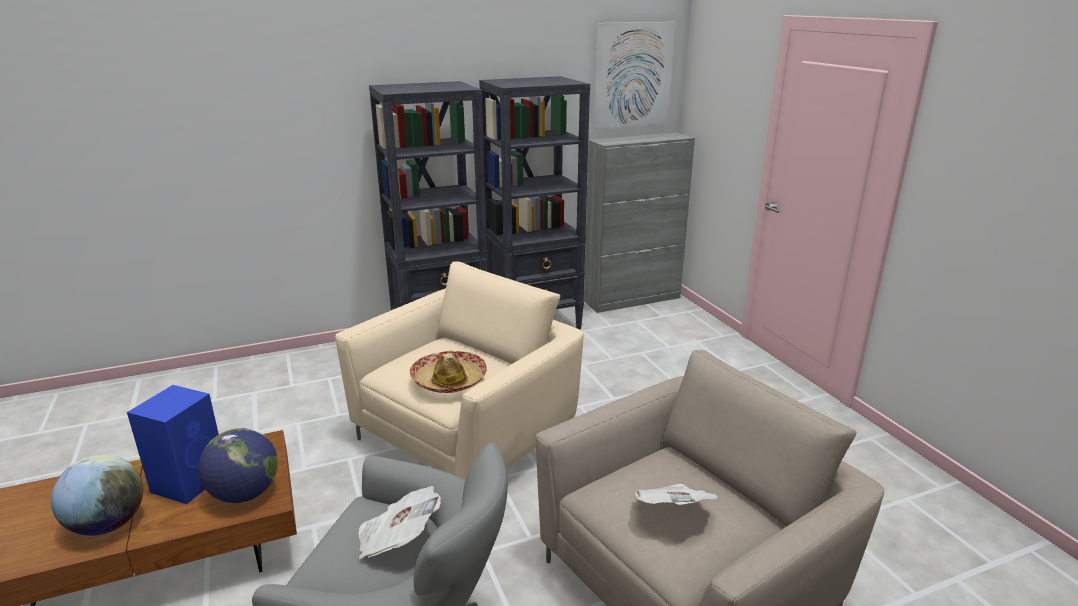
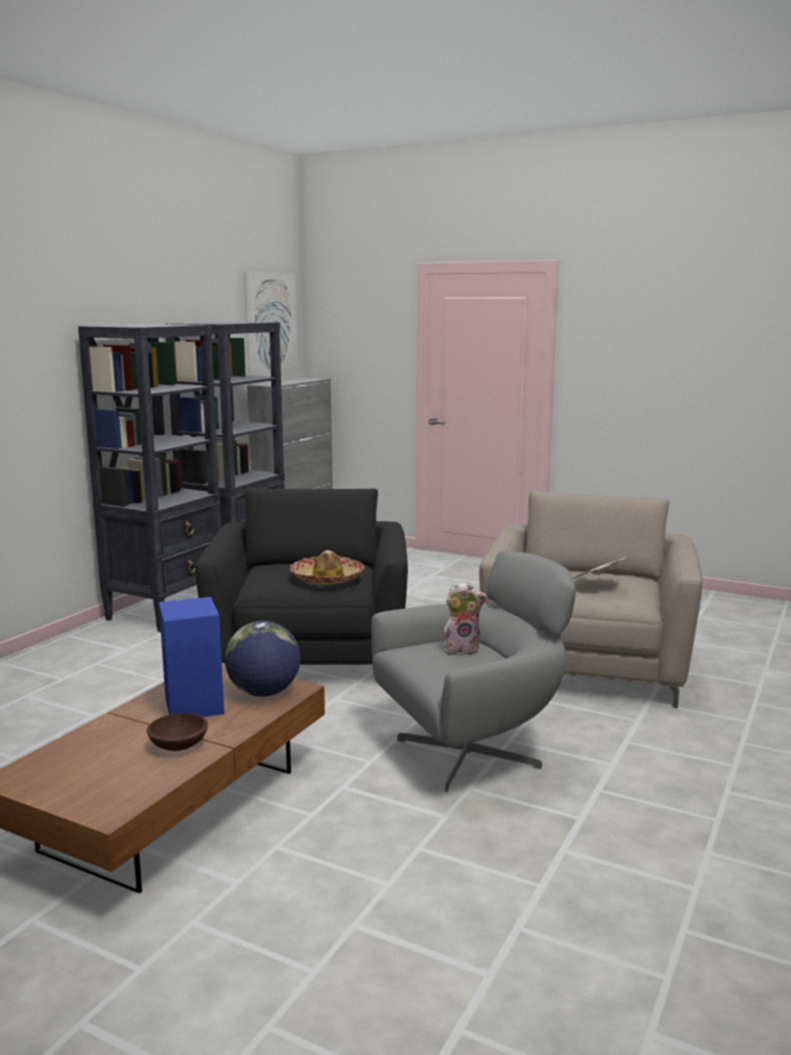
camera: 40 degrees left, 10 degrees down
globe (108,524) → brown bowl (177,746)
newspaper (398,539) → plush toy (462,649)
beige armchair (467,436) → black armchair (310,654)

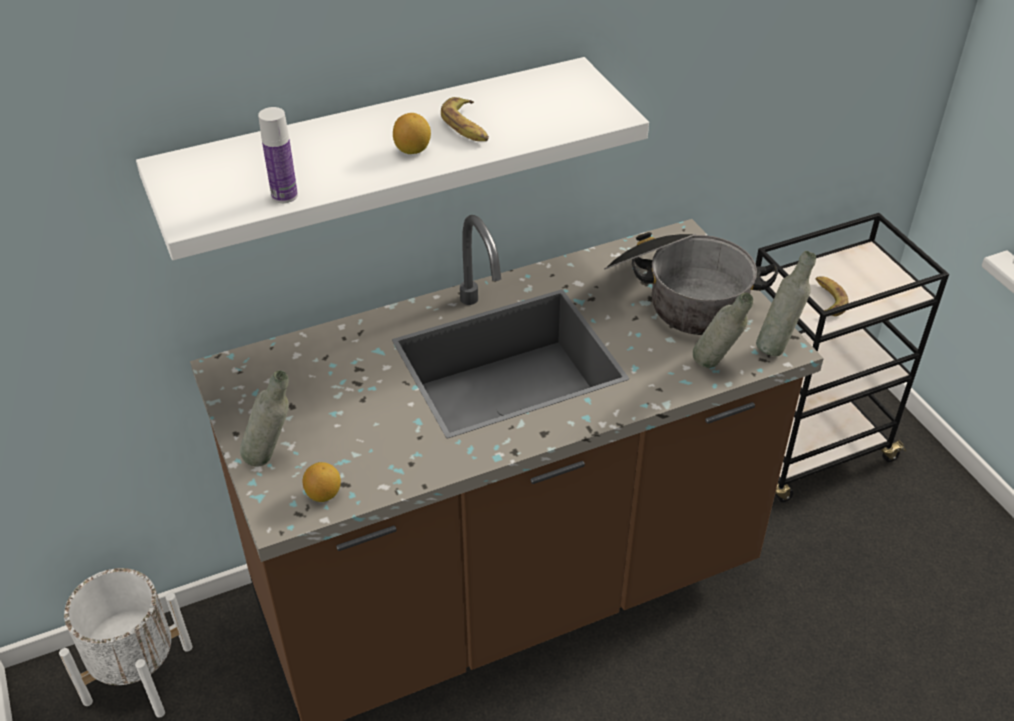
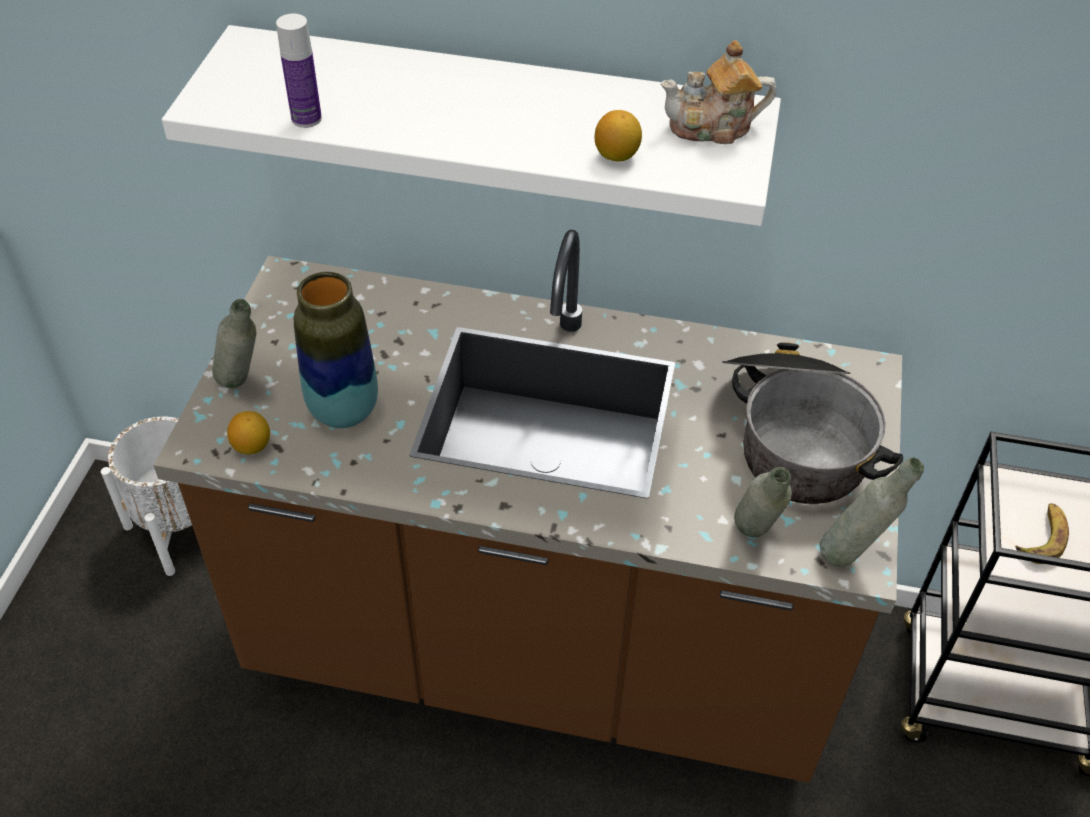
camera: 35 degrees right, 5 degrees up
banana (467,127) → -
- → vase (344,411)
- → teapot (713,127)
lemon (412,150) → lemon (617,155), shifted

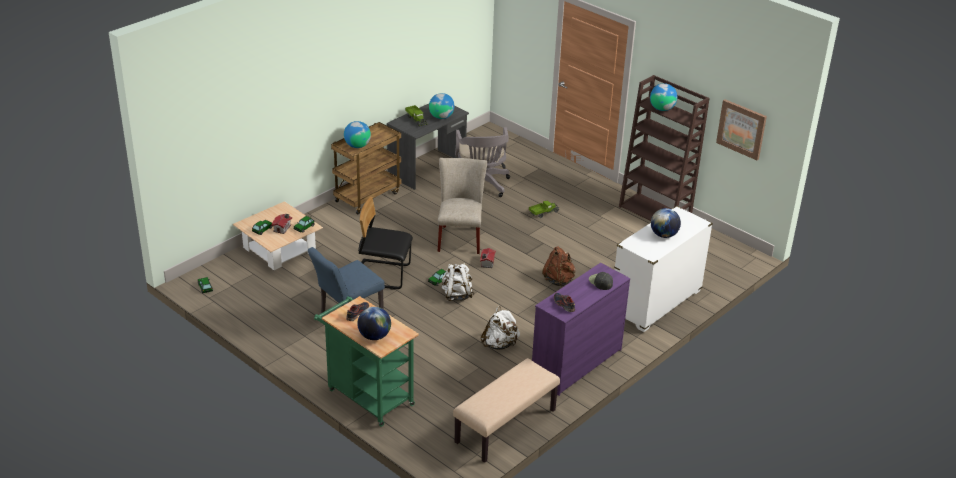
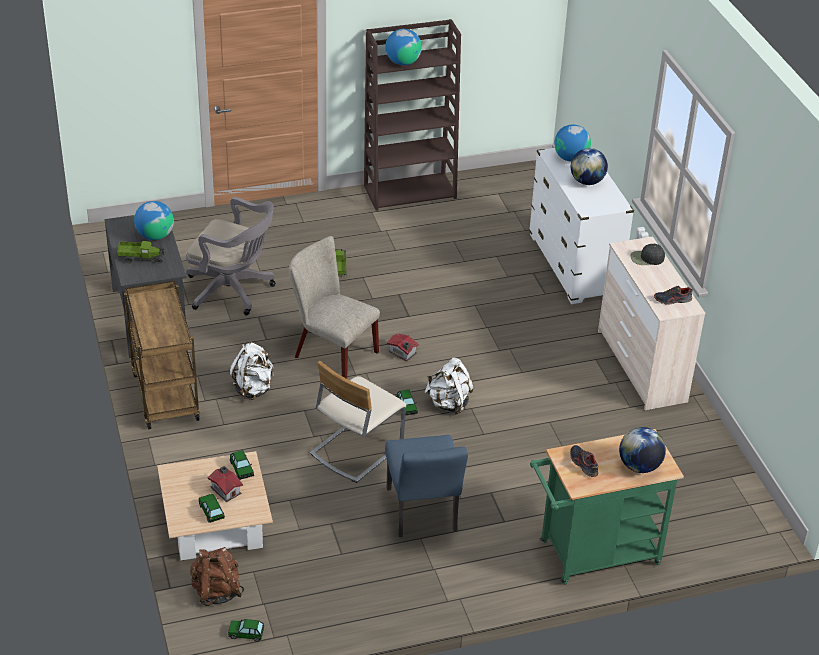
camera: 60 degrees left, 5 degrees up
beige bench (506,427) → -
picture (741,129) → -
globe (357,146) → globe (570,158), shifted
white backpack (500,344) → white backpack (253,389), shifted
brown backpack (559,280) → brown backpack (216,591), shifted
black chair (382,275) → beige chair (356,449)
purple dresser (576,364) → beige dresser (640,367)

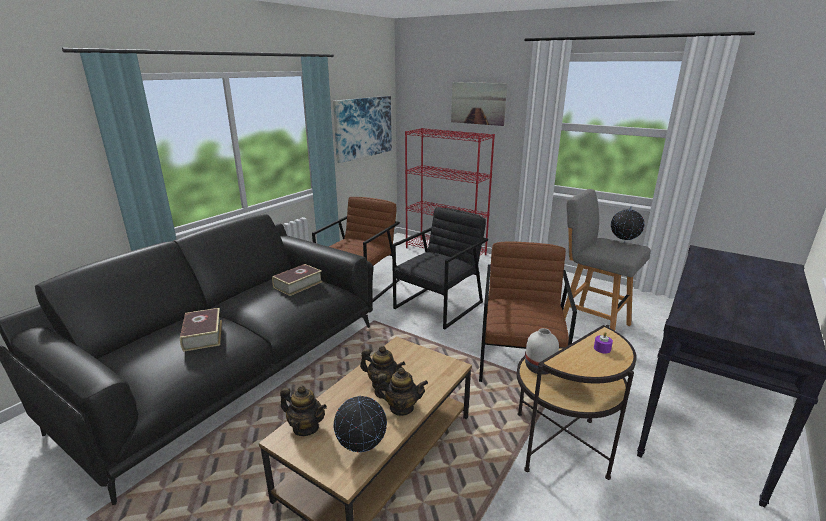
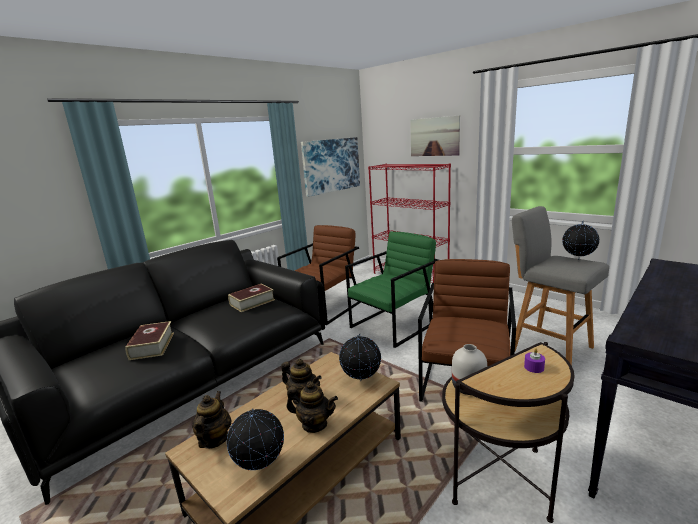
camera: 10 degrees right, 5 degrees down
- → globe (361,380)
black armchair (439,305) → green armchair (394,325)
teapot (306,427) → teapot (214,439), 120 degrees counterclockwise

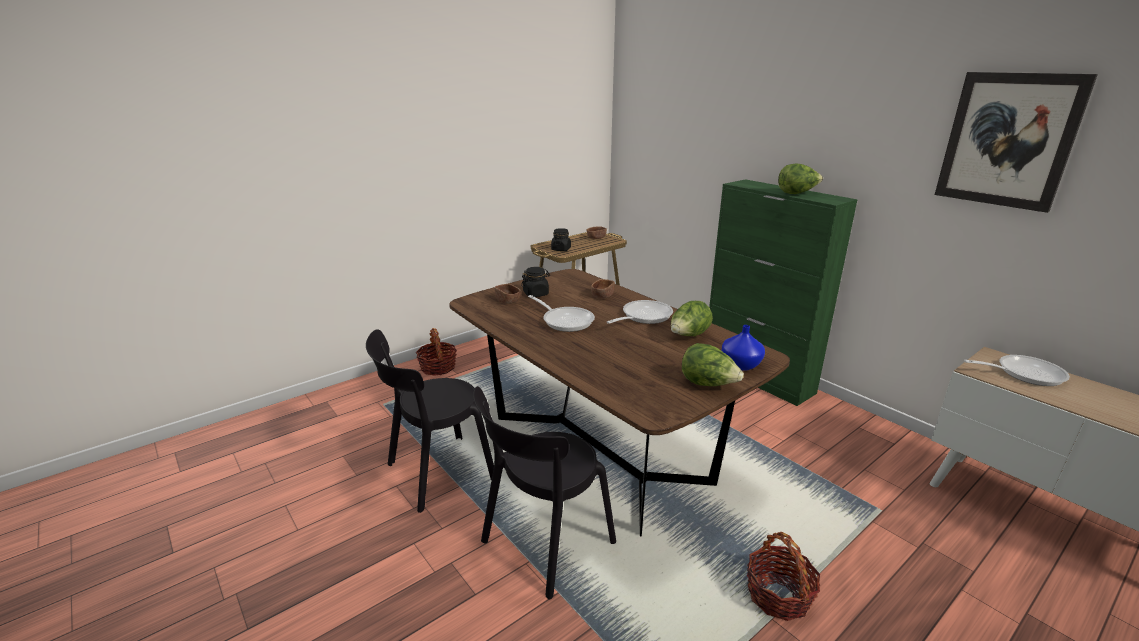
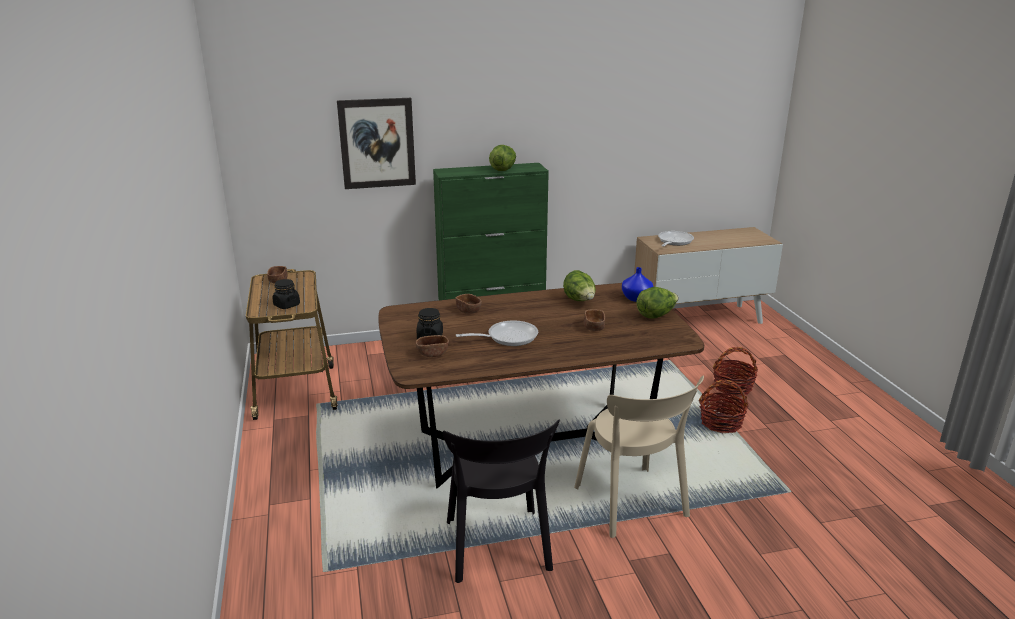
camera: 65 degrees left, 0 degrees up
frying pan (643,316) → -
- → brown bowl (594,327)
basket (438,367) → basket (732,387), shifted
picture (1008,140) → picture (377,143), shifted
black chair (543,545) → beige chair (633,504)

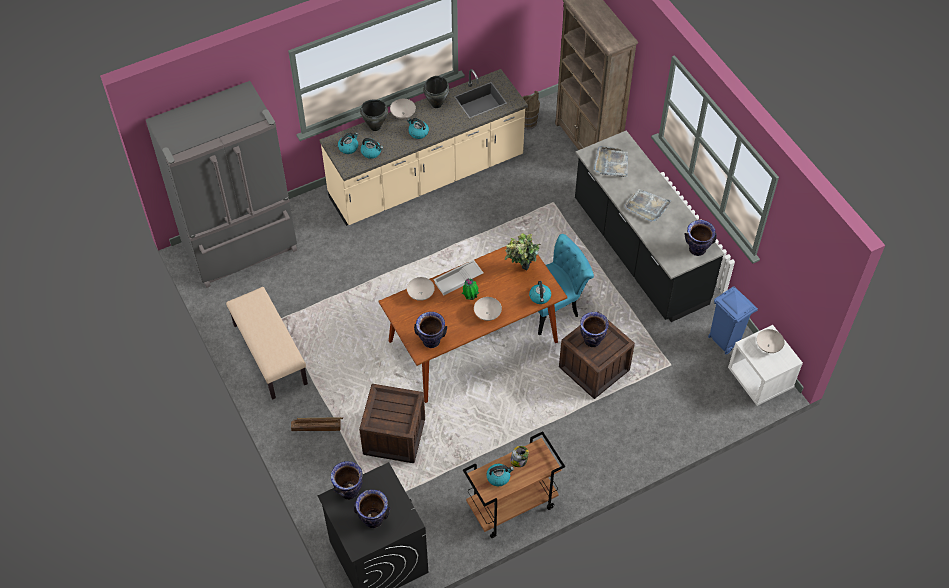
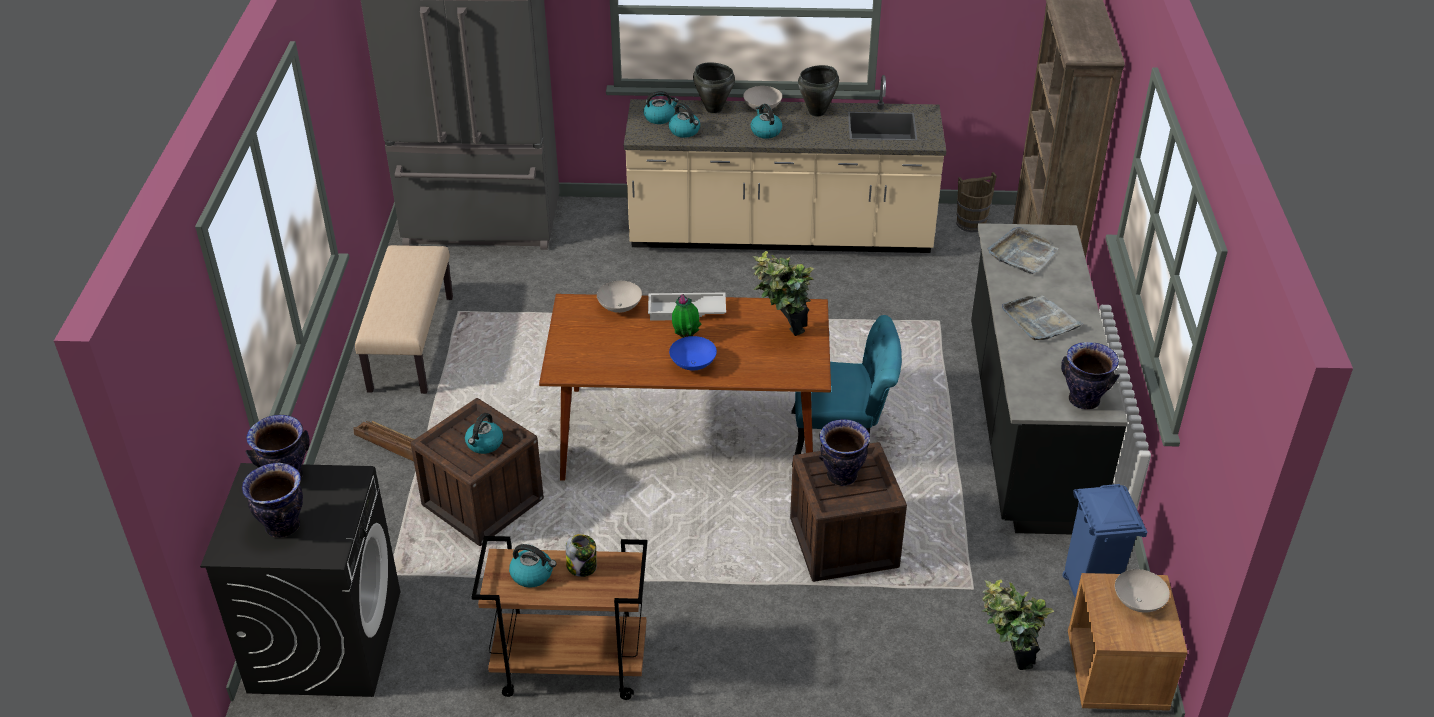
camera: 30 degrees right, 15 degrees down
vase (431,341) → -
- → potted plant (1005,666)
kettle (540,297) → kettle (484,444), shifted
white bowl (488,314) → blue bowl (693,365)
white nightstand (760,379) → brown nightstand (1116,674)

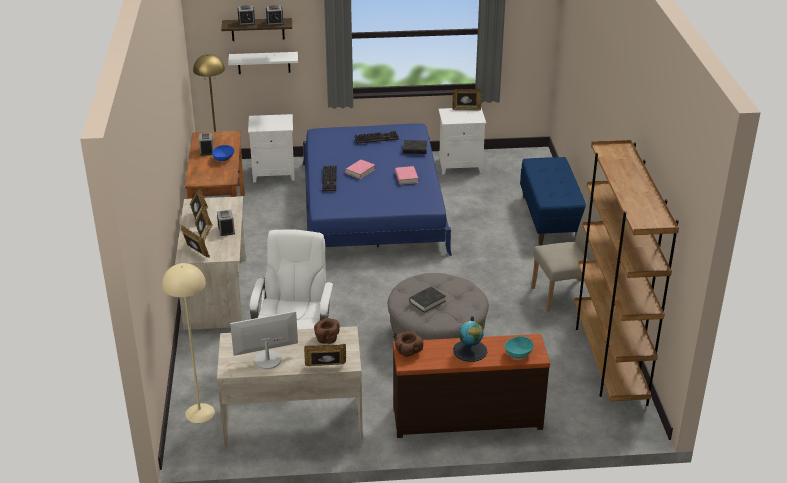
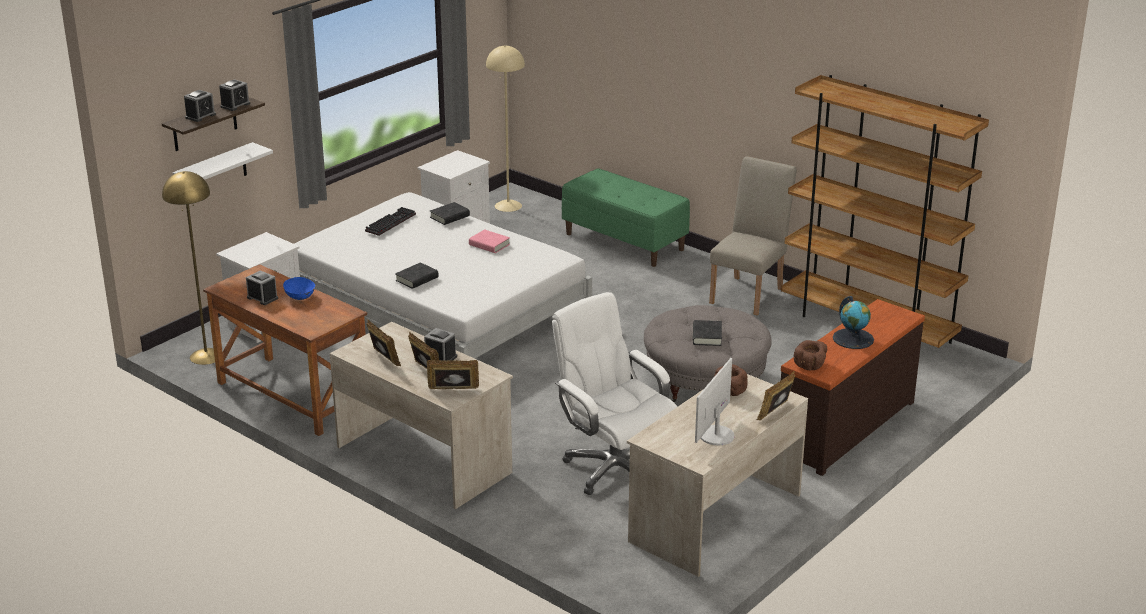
camera: 45 degrees left, 5 degrees down
pink book (360,171) → -
picture frame (466,109) → -
turquoise bowl (518,354) → -
beige floor lamp (200,413) → beige floor lamp (508,205), shifted
keyboard (330,180) → black book (417,279)
blue bed (372,207) → white bed (437,306)
blue bench (550,219) → green bench (625,242)

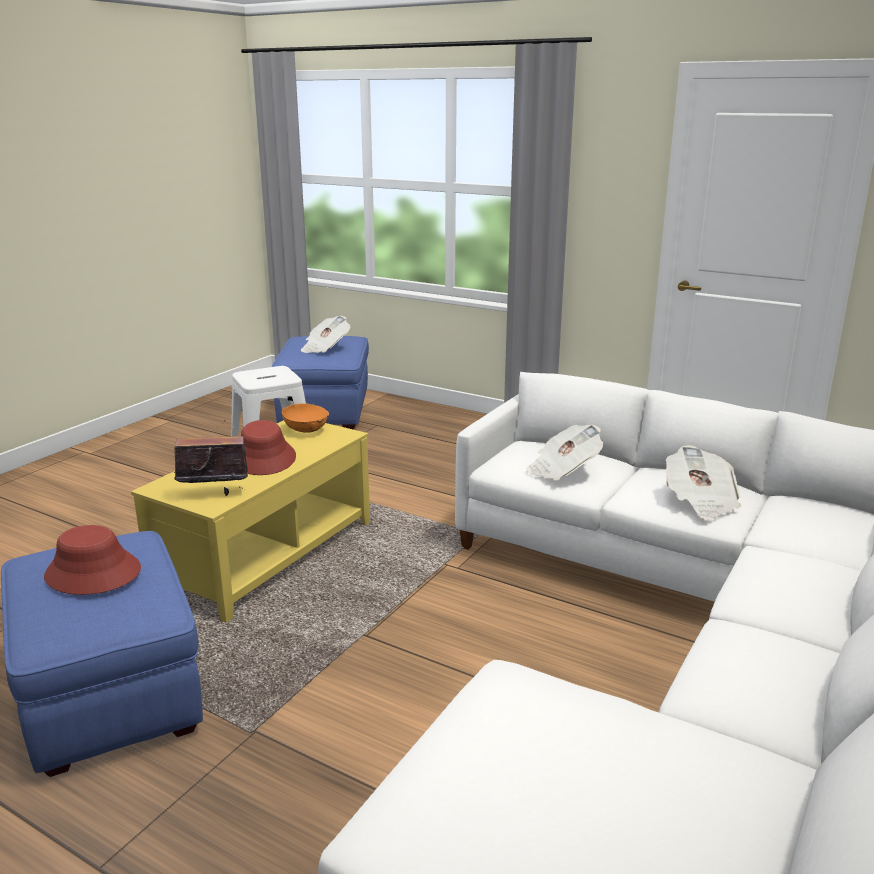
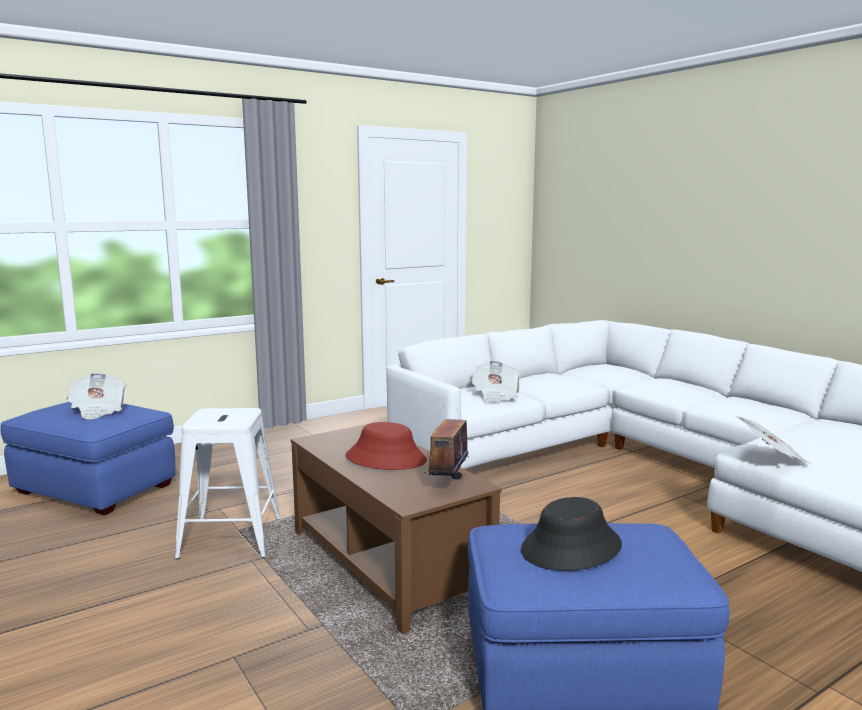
camera: 65 degrees left, 10 degrees down
orange bowl (307,430) → -
newspaper (700,501) → newspaper (771,457), shifted
red hat (92,573) → black hat (571,548)
yellow coffee table (267,555) → brown coffee table (388,563)

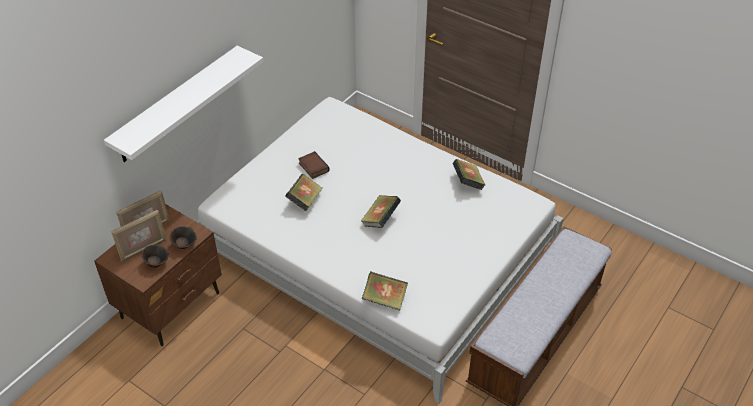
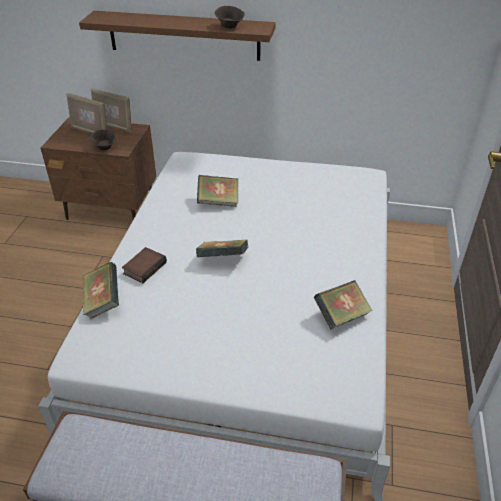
camera: 65 degrees right, 5 degrees down
brown bowl (156,262) → brown bowl (230,27), shifted
book (312,167) → book (144,267), shifted
white shelf (177,104) → brown shelf (184,35)

